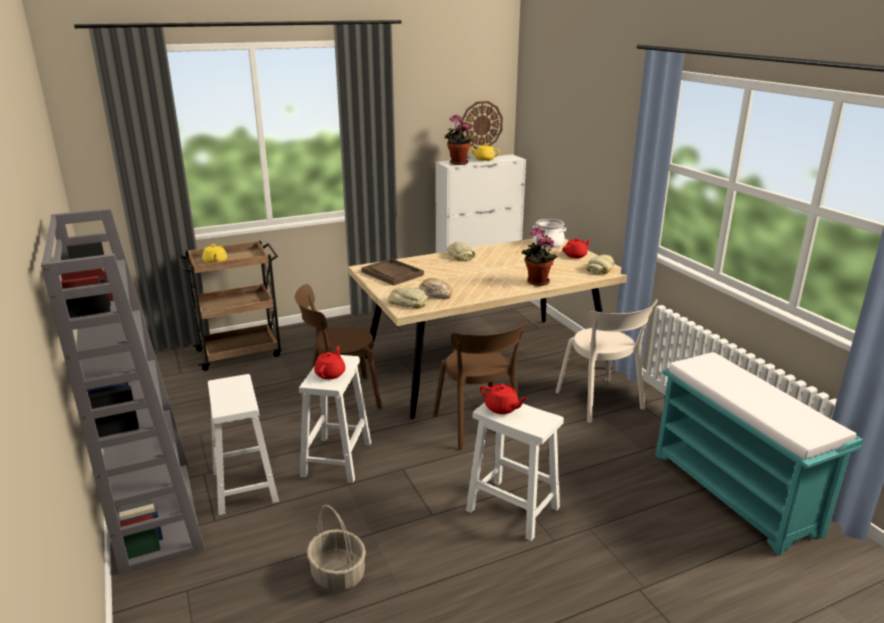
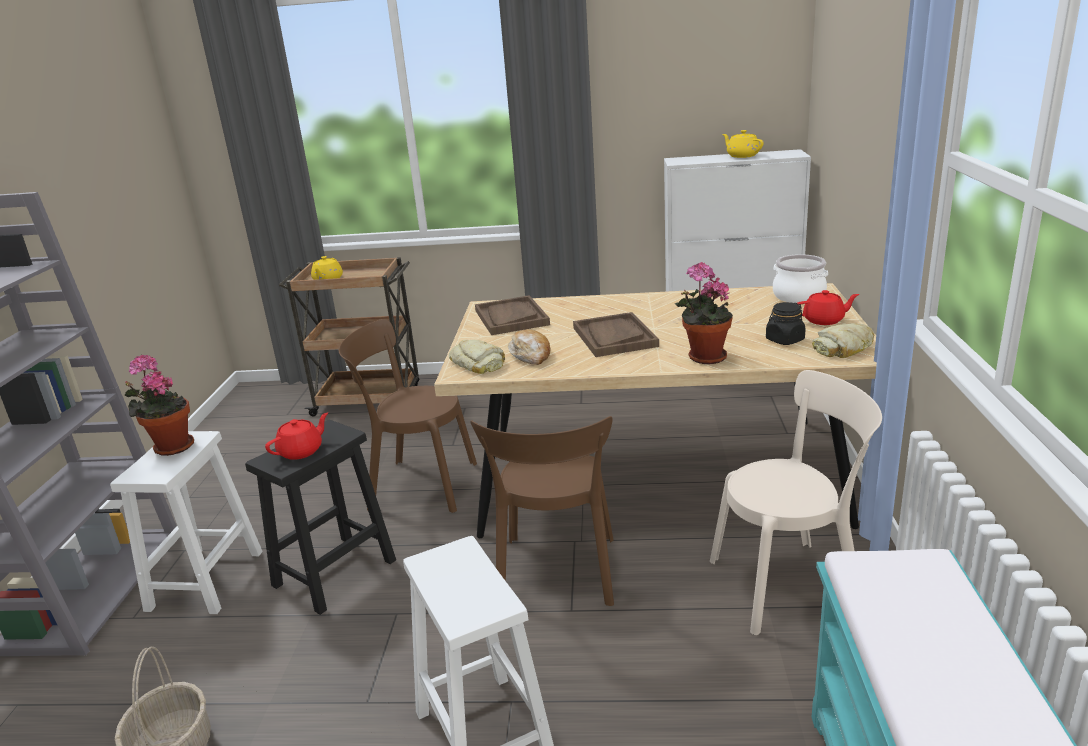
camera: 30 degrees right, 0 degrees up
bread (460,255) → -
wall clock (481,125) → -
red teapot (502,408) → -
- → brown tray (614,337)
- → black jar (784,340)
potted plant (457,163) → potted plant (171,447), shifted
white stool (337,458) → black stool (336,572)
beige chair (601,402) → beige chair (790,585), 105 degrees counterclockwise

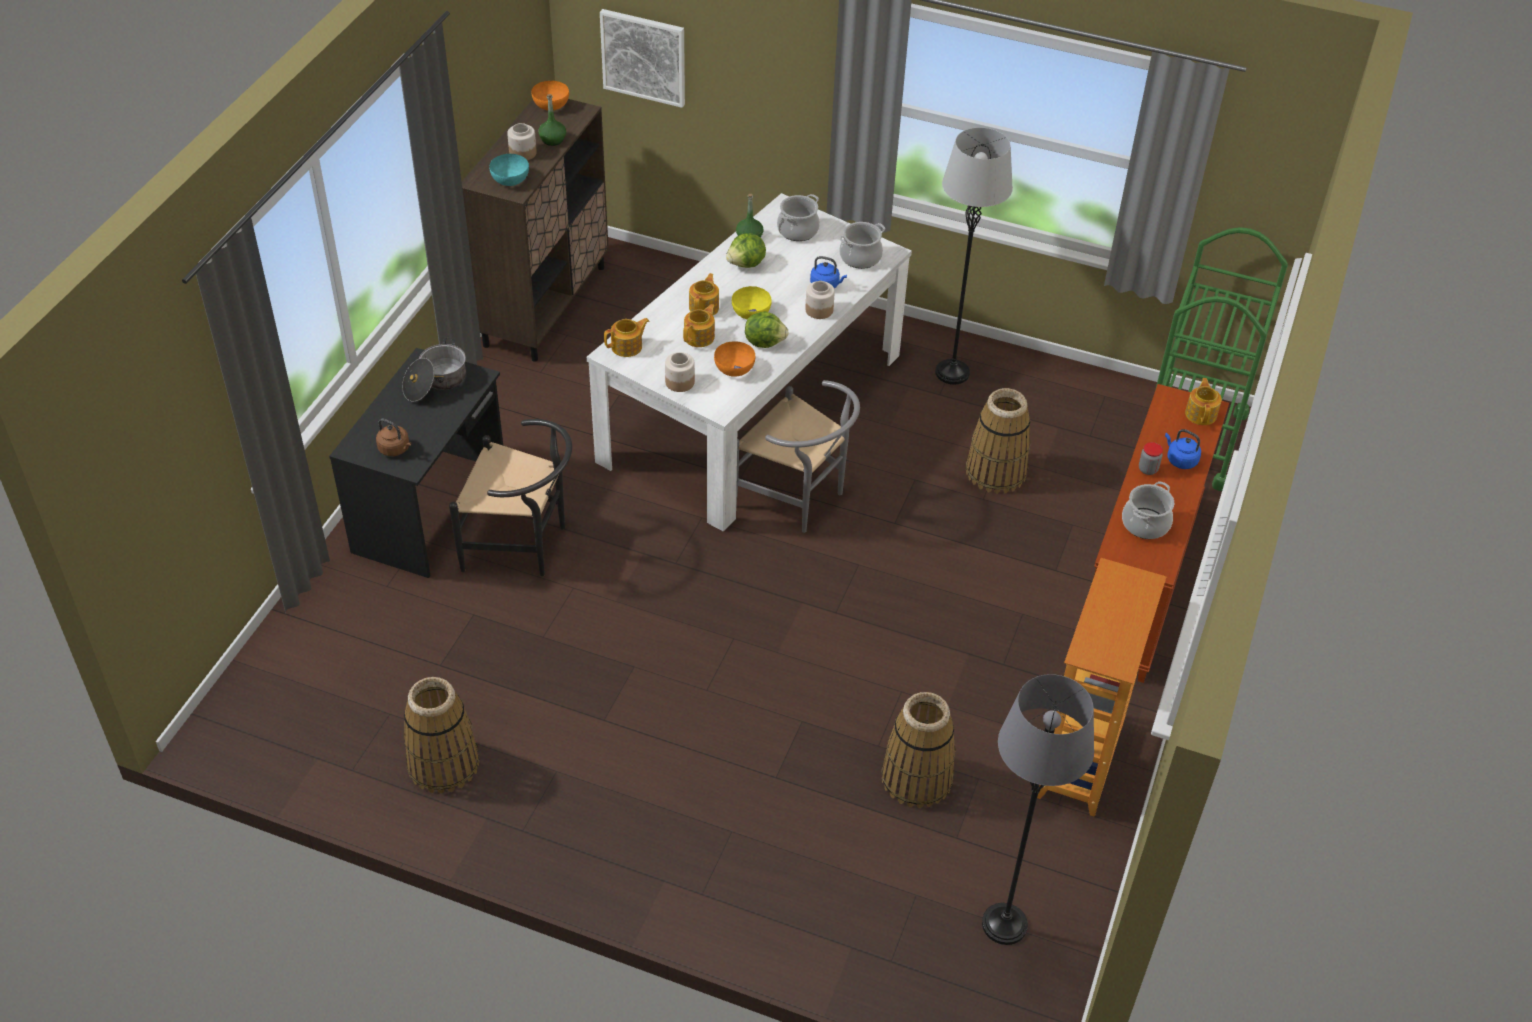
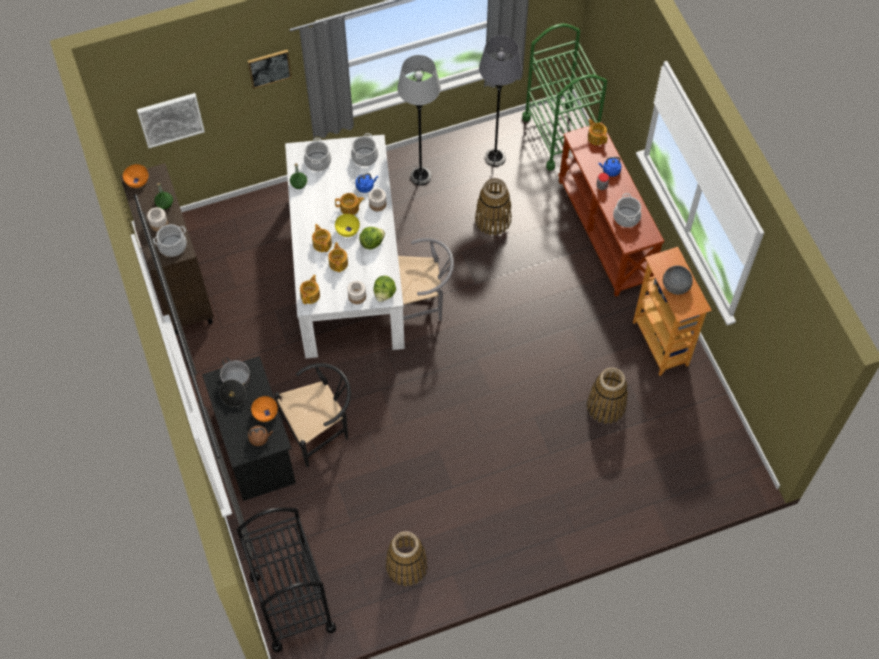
camera: 40 degrees left, 15 degrees up
- → black cart (292,603)
- → picture (269,68)
- → teapot (350,208)
- → grey bowl (676,285)
orange bowl (734,368) → orange bowl (265,412), shifted
lettuce (746,264) → lettuce (384,293), shifted
grey floor lamp (1004,925) → grey floor lamp (495,158), shifted
turquoise bowl (511,179) → cooking pot (172,246)

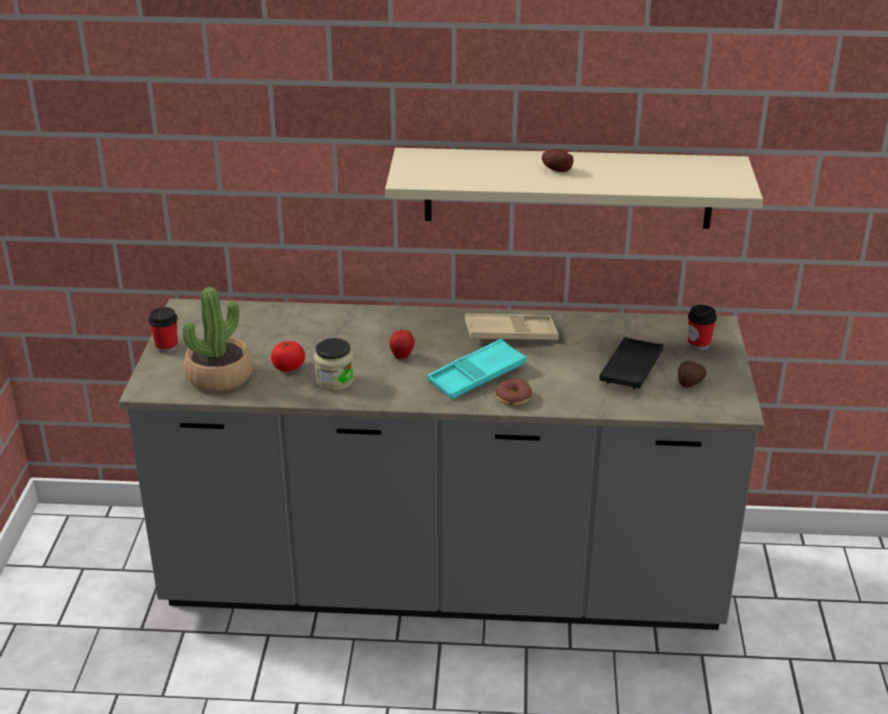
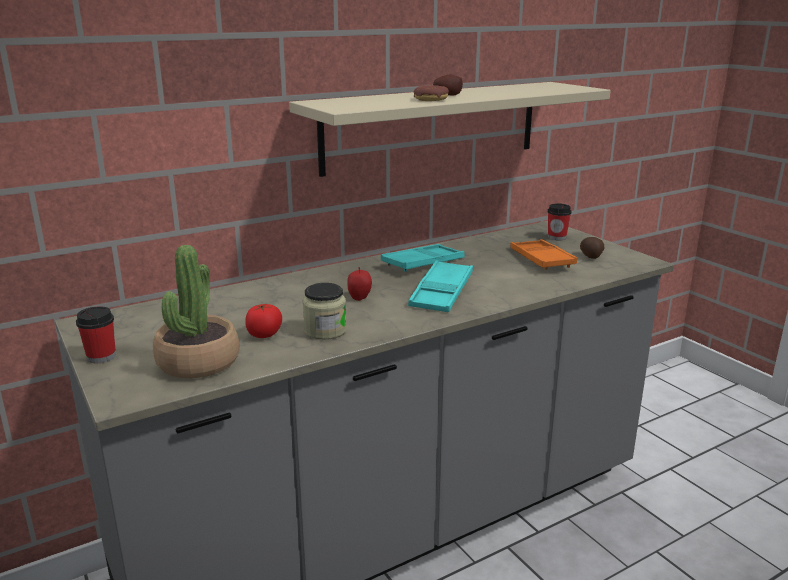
camera: 35 degrees left, 10 degrees down
donut (513,398) → donut (431,99), shifted
beige tray (511,333) → turquoise tray (423,263)
black tray (631,369) → orange tray (541,259)

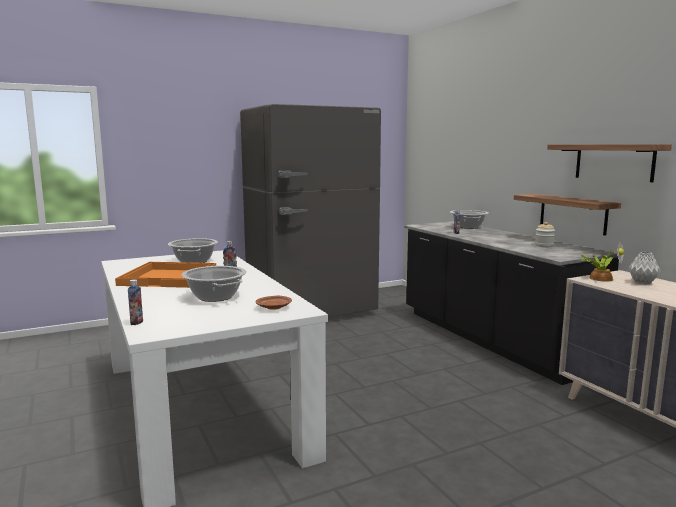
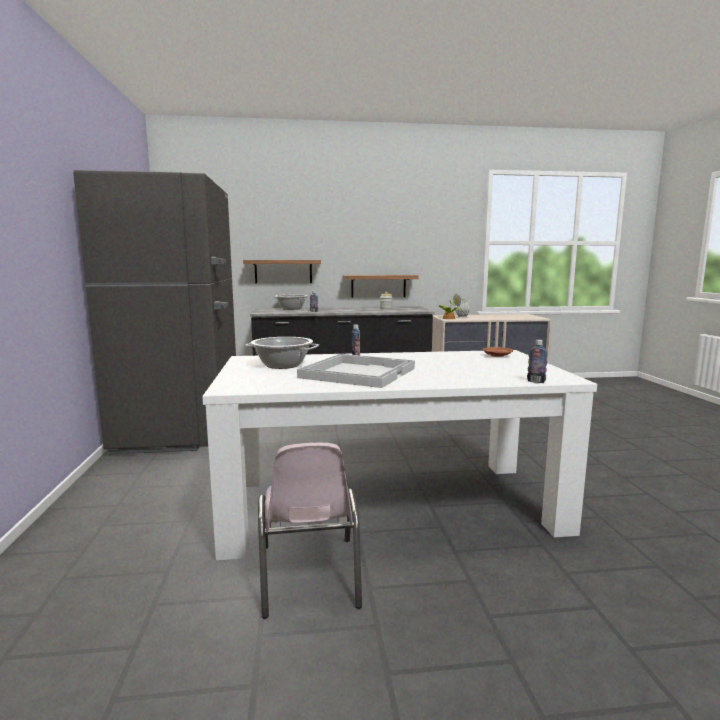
camera: 70 degrees left, 0 degrees up
cooking pot (215,297) → -
- → pink chair (308,575)
shelf (614,162) → shelf (283,271), shifted
orange tray (170,277) → white tray (357,372)

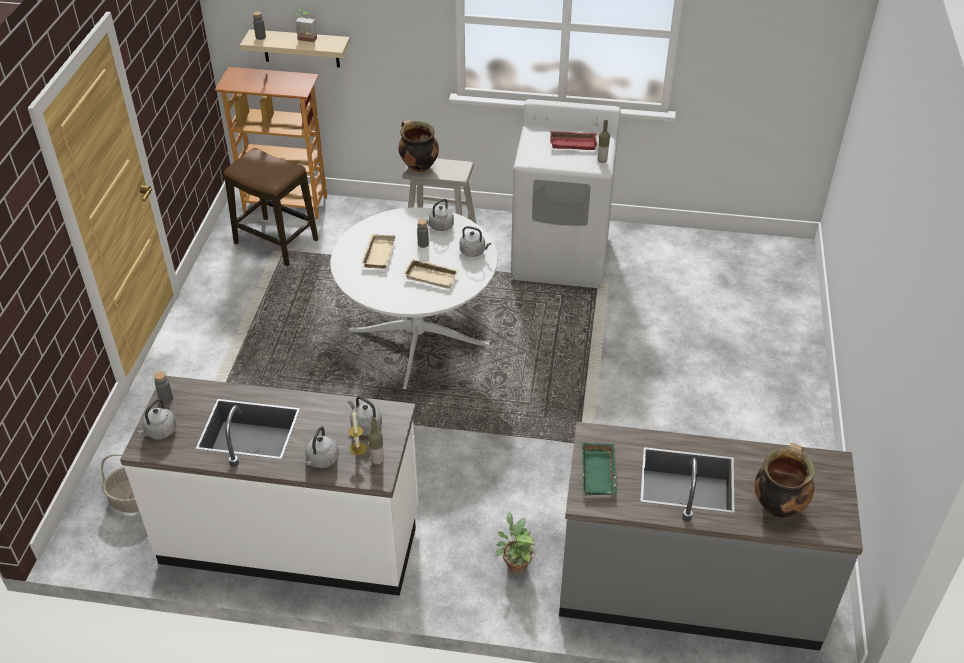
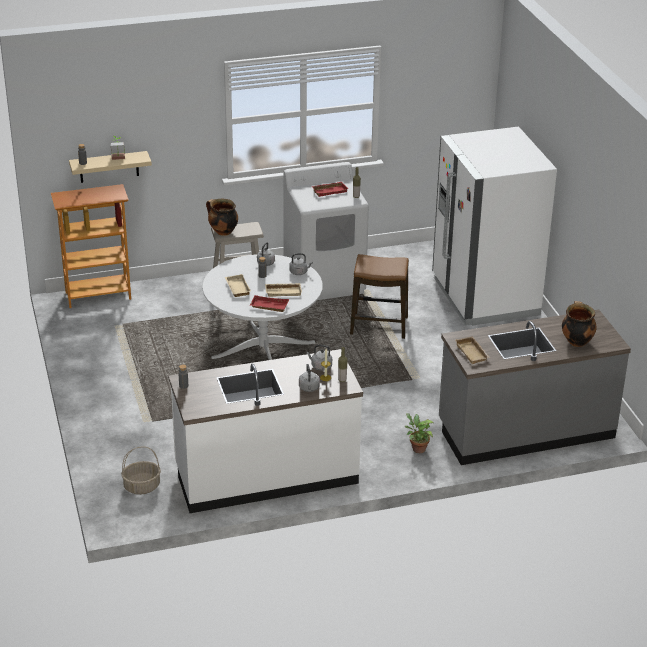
camera: 25 degrees left, 10 degrees down
grey kettle (160,432) → -
- → red tray (268,306)
- → white fridge (485,297)
stool (275,242) → stool (378,326), shifted
green tray (600,473) → beige tray (473,353)

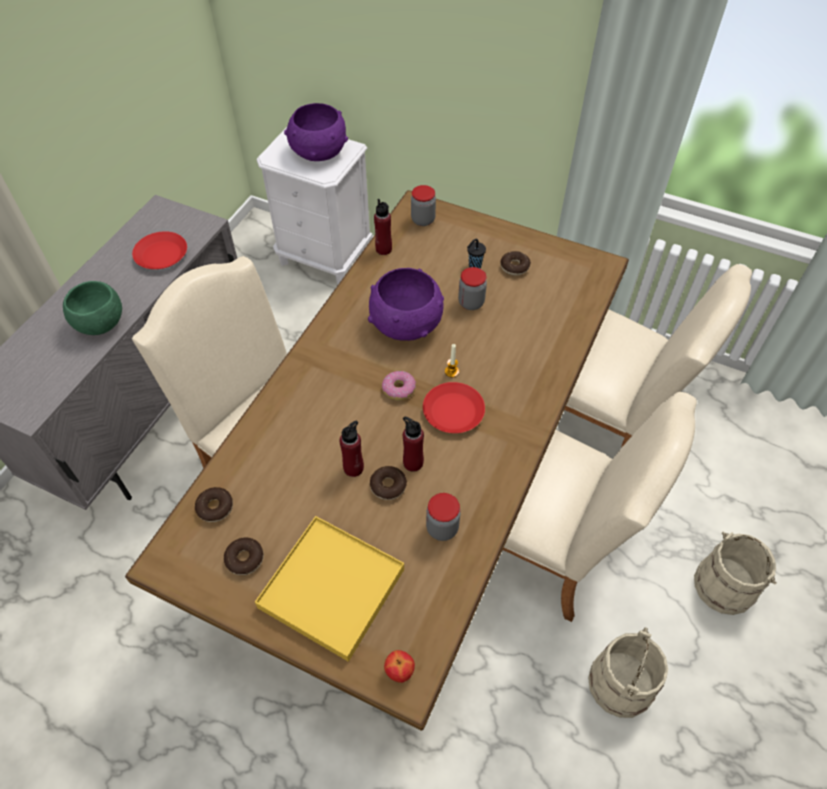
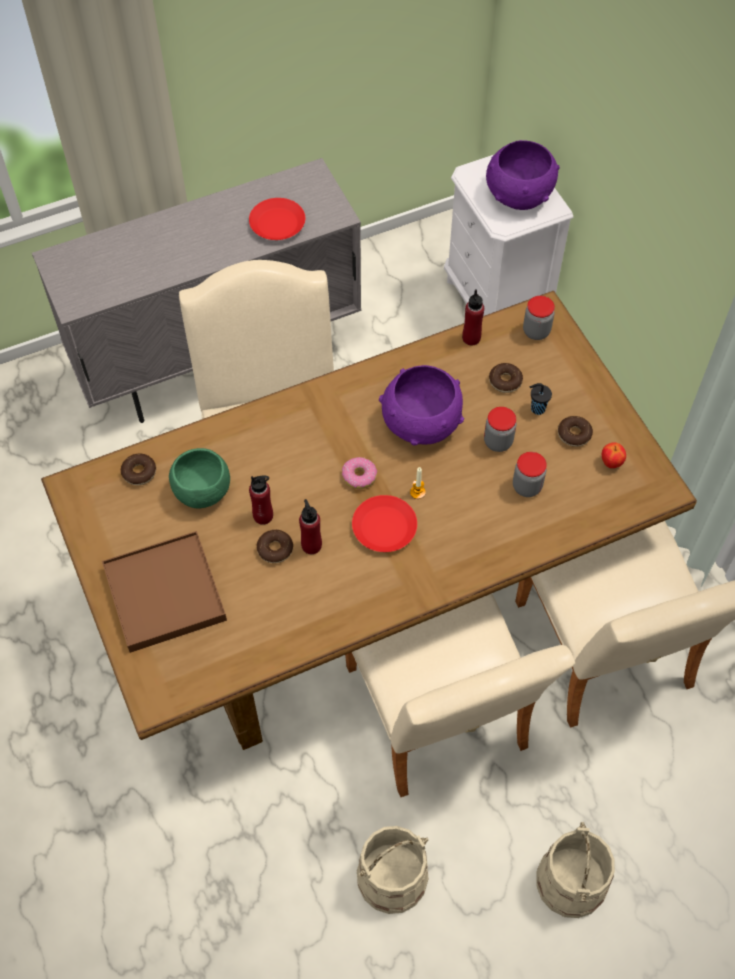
camera: 40 degrees right, 5 degrees up
green bowl (101,324) → green bowl (202,492), shifted
donut (245,559) → donut (505,381), shifted
apple (399,671) → apple (611,463), shifted
jar (442,528) → jar (527,486), shifted
yellow tray (332,588) → brown tray (165,594)

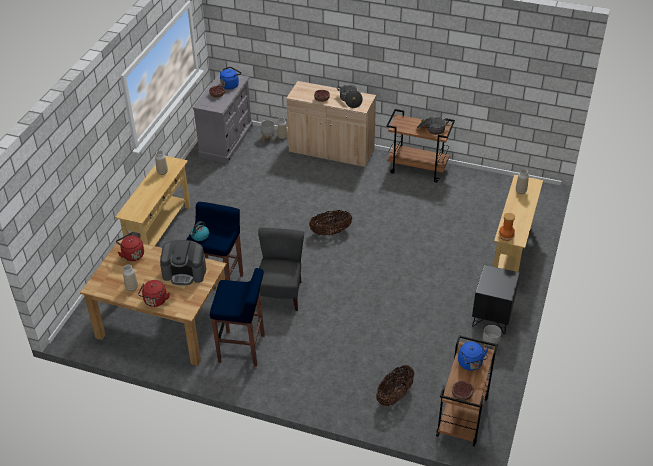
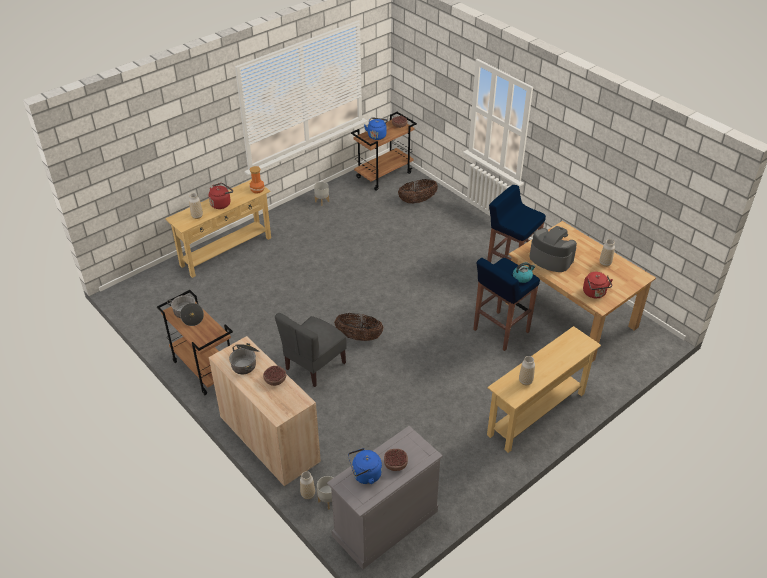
camera: 150 degrees left, 0 degrees up
black nightstand (492,317) → -
red kettle (155,301) → red kettle (221,203), shifted
grey chair (280,294) → grey chair (314,366), shifted

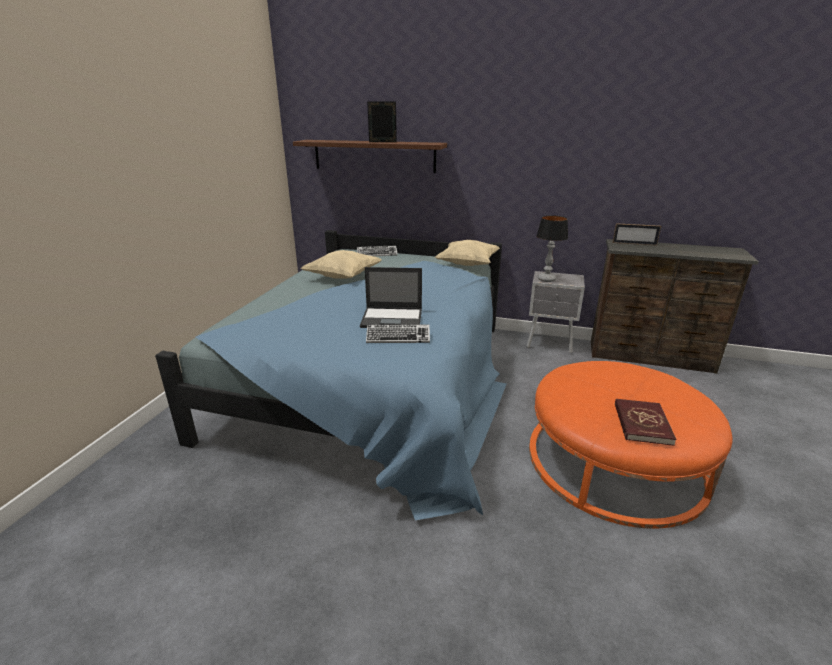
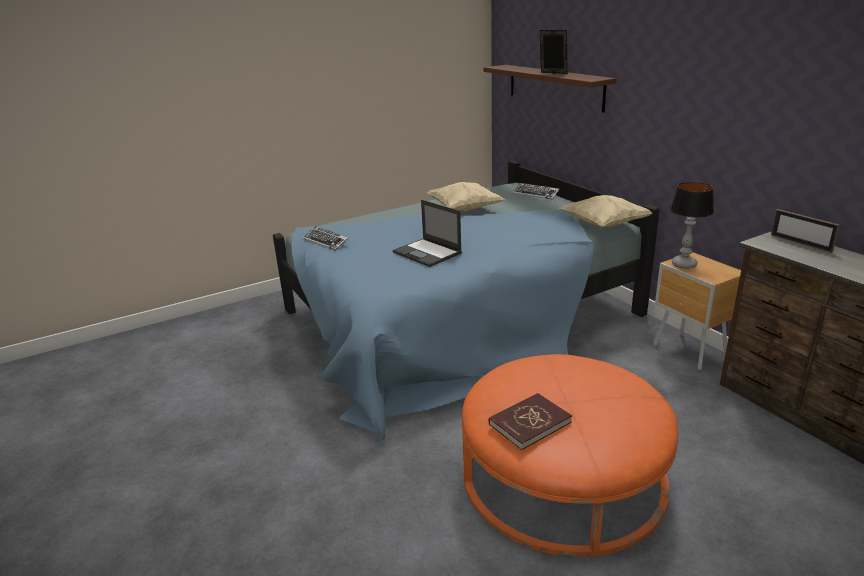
camera: 45 degrees right, 0 degrees up
keyboard (398,337) → keyboard (326,241), shifted
grey nightstand (550,344) → brown nightstand (690,352)

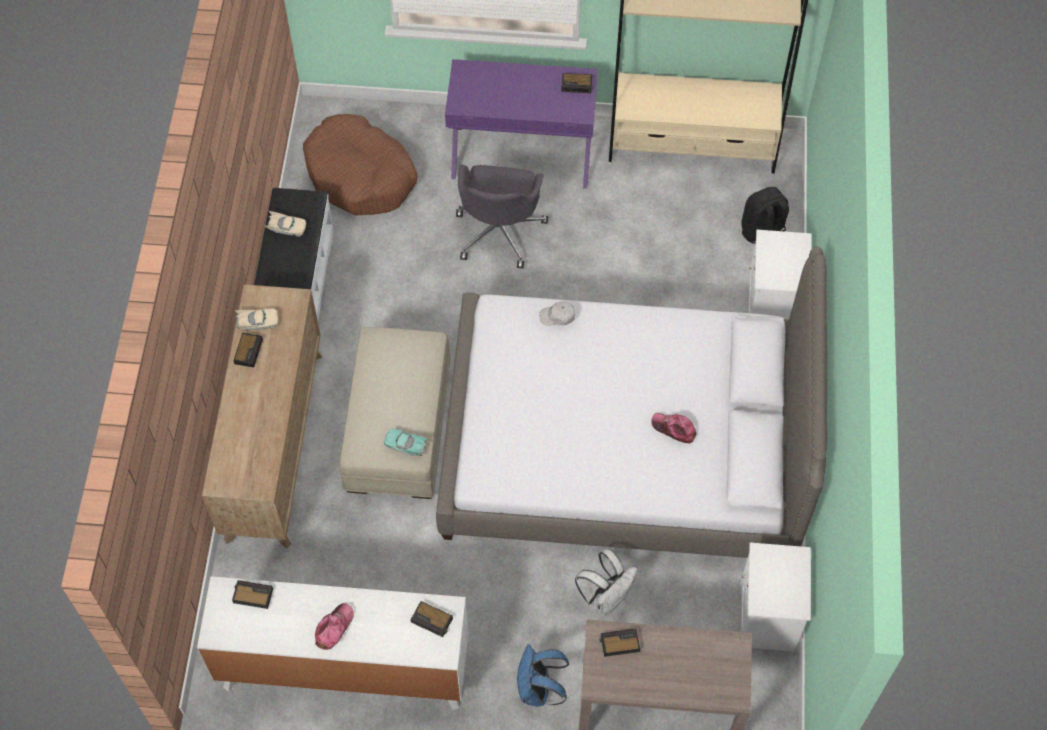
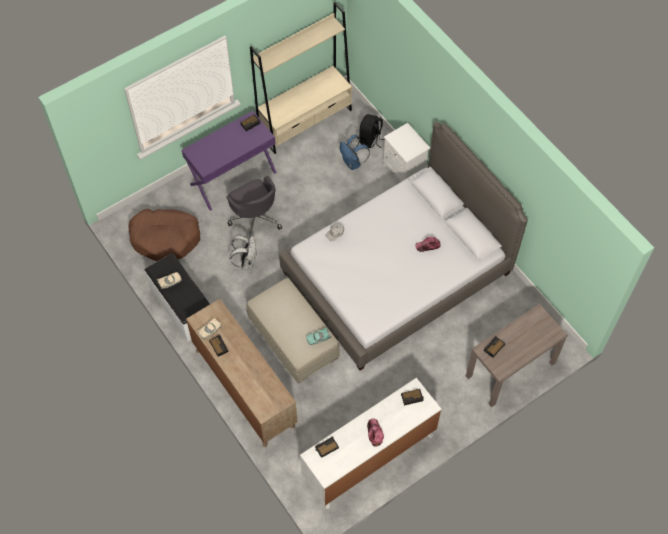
camera: 40 degrees left, 0 degrees up
white nightstand (767,618) → -
blue backpack (538,690) → blue backpack (352,163), shifted
white backpack (606,598) → white backpack (246,262), shifted

